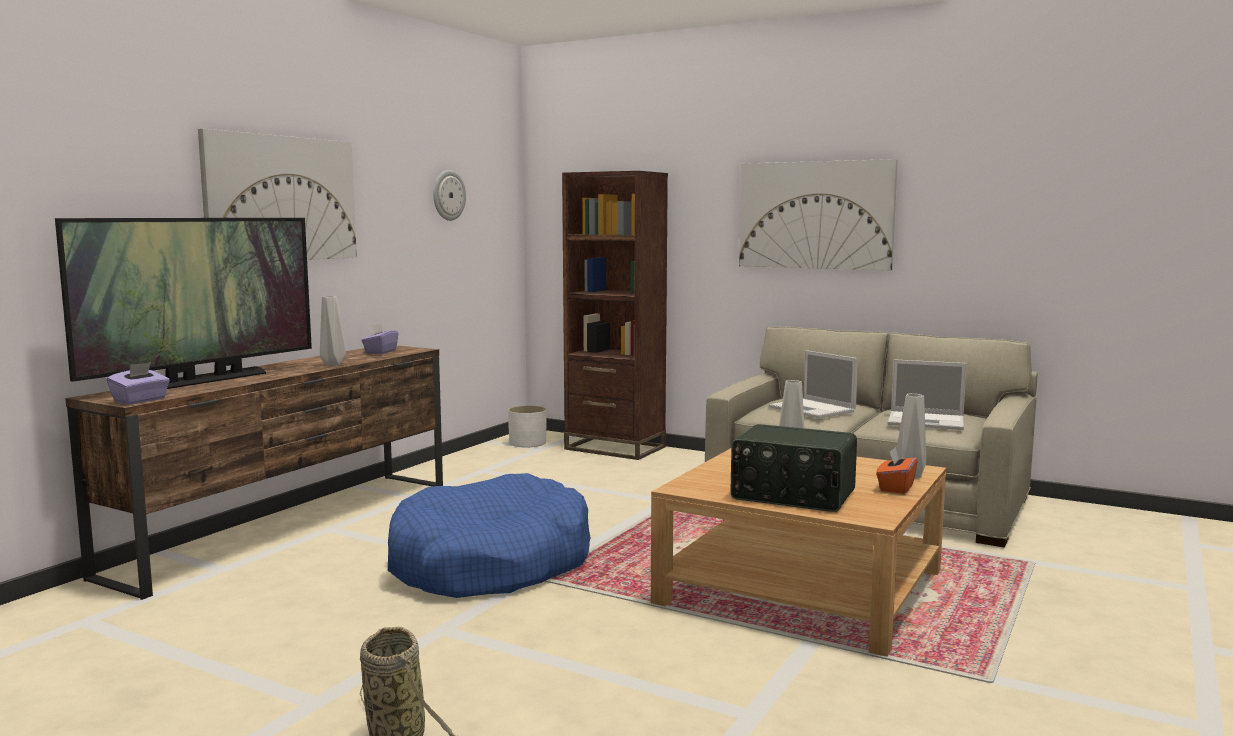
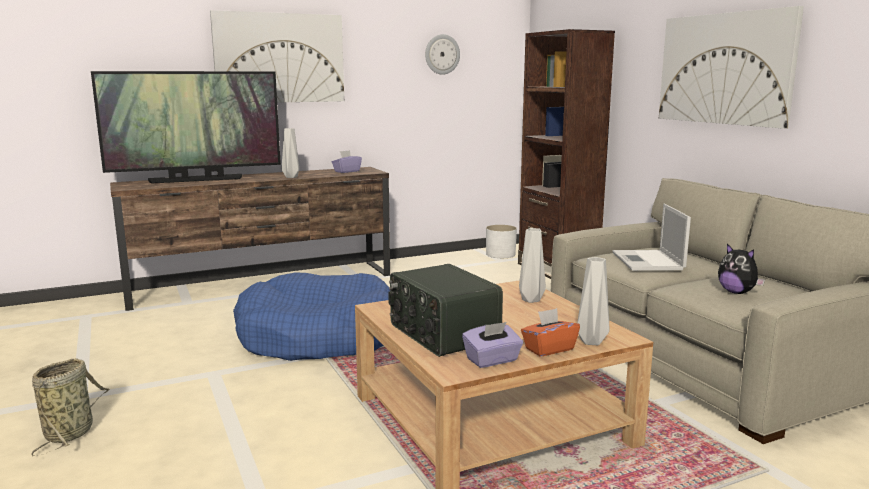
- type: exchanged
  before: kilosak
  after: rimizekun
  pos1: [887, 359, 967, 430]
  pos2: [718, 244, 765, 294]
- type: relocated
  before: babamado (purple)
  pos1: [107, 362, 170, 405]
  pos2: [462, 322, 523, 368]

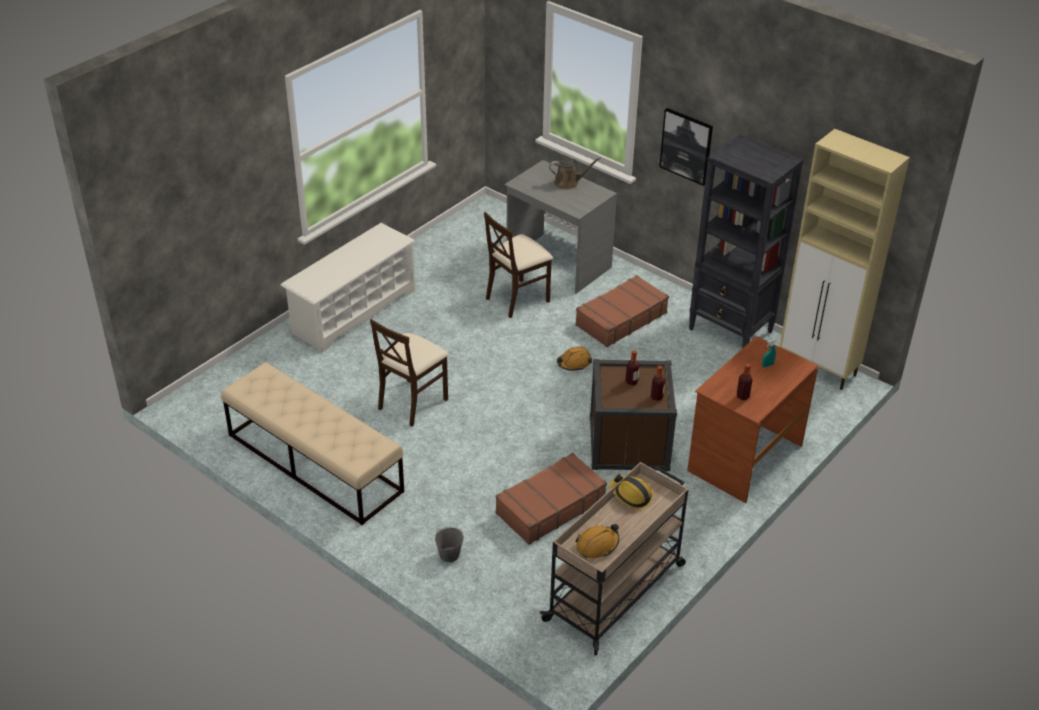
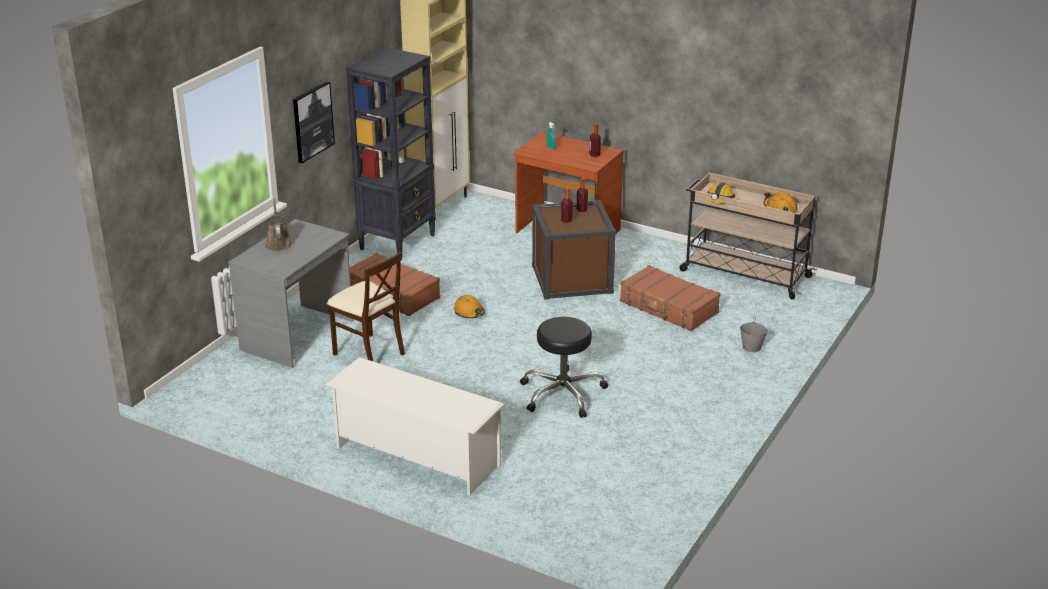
- type: exchanged
  before: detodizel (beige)
  after: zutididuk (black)
  pos1: [370, 319, 449, 427]
  pos2: [520, 317, 609, 418]
- type: missing
  before: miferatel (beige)
  pos1: [221, 362, 404, 525]

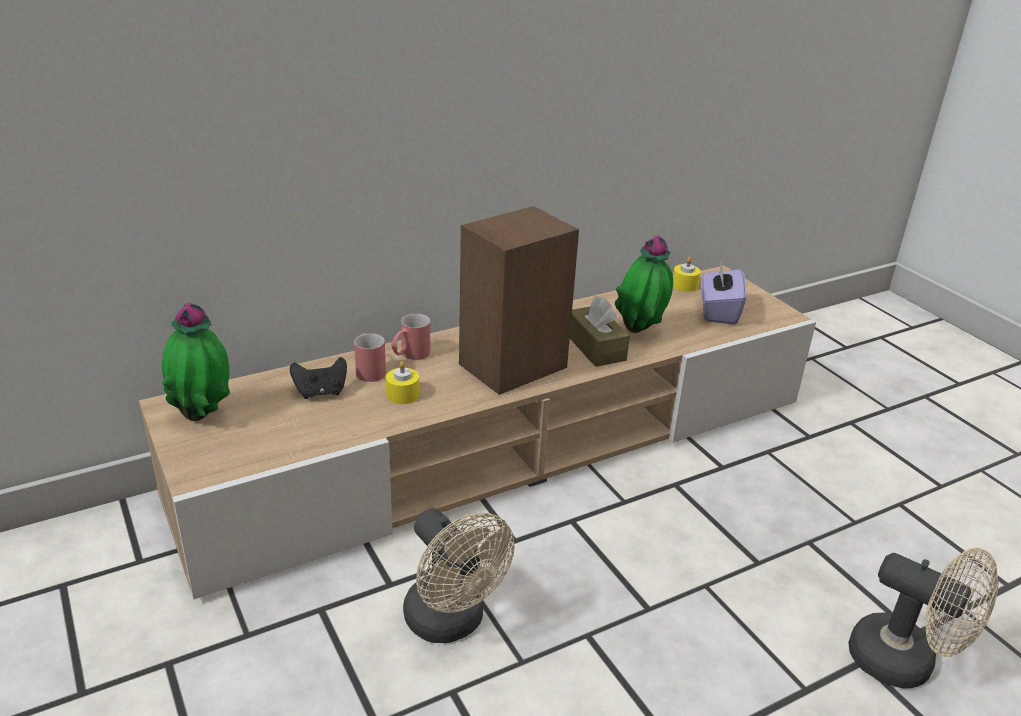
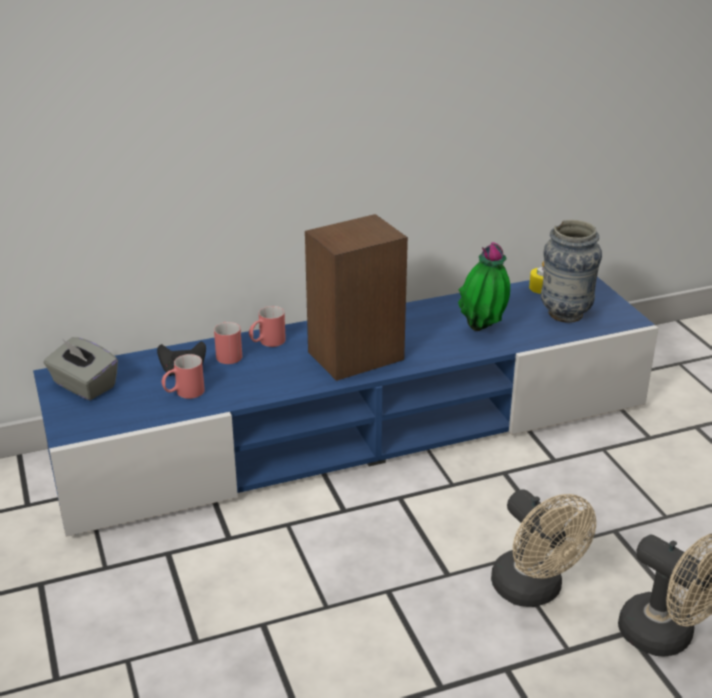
- type: exchanged
  before: babamado (purple)
  after: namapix
  pos1: [701, 260, 746, 325]
  pos2: [541, 220, 602, 323]
- type: colour
  before: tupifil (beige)
  after: tupifil (blue)
  pos1: [139, 266, 816, 599]
  pos2: [33, 277, 659, 537]
- type: missing
  before: babamado (brown)
  pos1: [570, 296, 630, 367]
- type: exchanged
  before: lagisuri
  after: babamado (grey)
  pos1: [162, 303, 230, 421]
  pos2: [44, 337, 118, 400]
- type: missing
  before: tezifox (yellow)
  pos1: [386, 361, 419, 404]
- type: relocated
  before: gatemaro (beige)
  pos1: [403, 508, 515, 643]
  pos2: [491, 489, 596, 607]
- type: appeared
  after: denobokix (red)
  pos2: [162, 354, 205, 399]

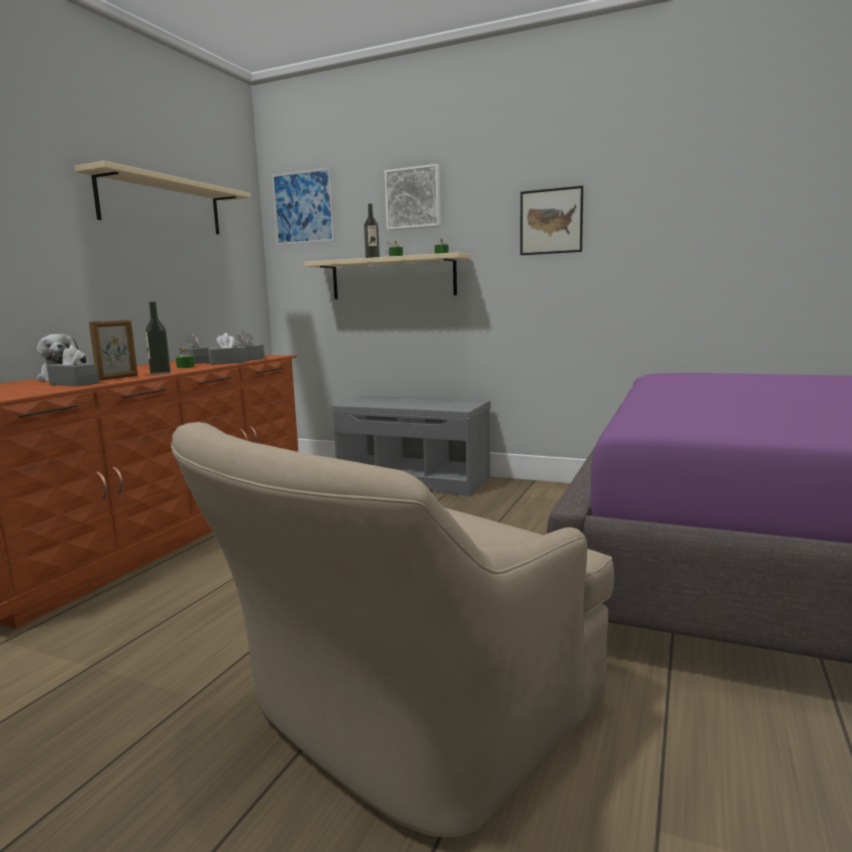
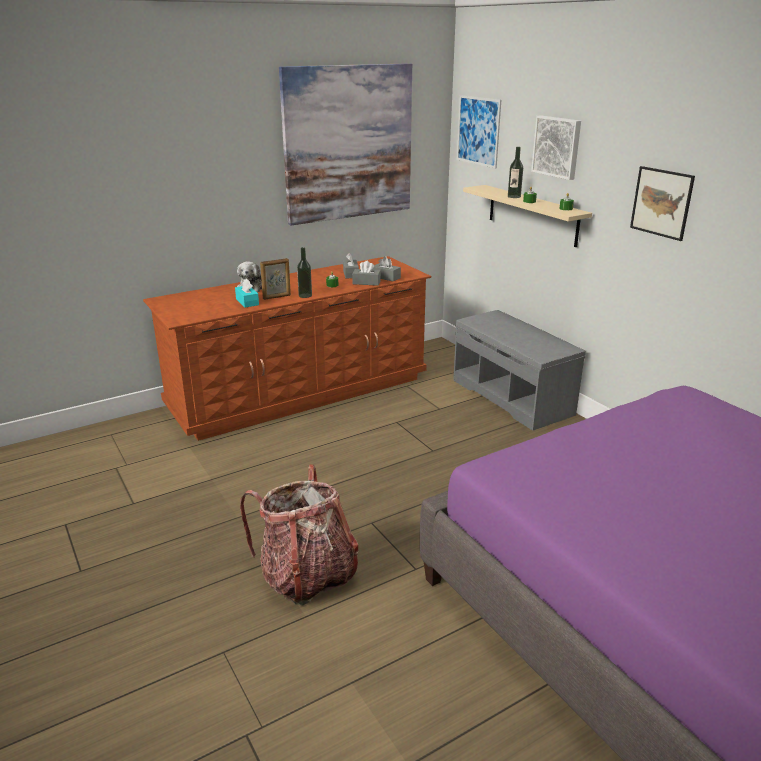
- type: exchanged
  before: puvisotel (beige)
  after: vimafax
  pos1: [74, 161, 251, 234]
  pos2: [279, 63, 412, 226]
- type: colour
  before: babamado (grey)
  after: babamado (turquoise)
  pos1: [47, 345, 99, 386]
  pos2: [235, 279, 259, 307]
- type: exchanged
  before: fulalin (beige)
  after: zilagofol
  pos1: [171, 422, 614, 838]
  pos2: [240, 464, 358, 606]

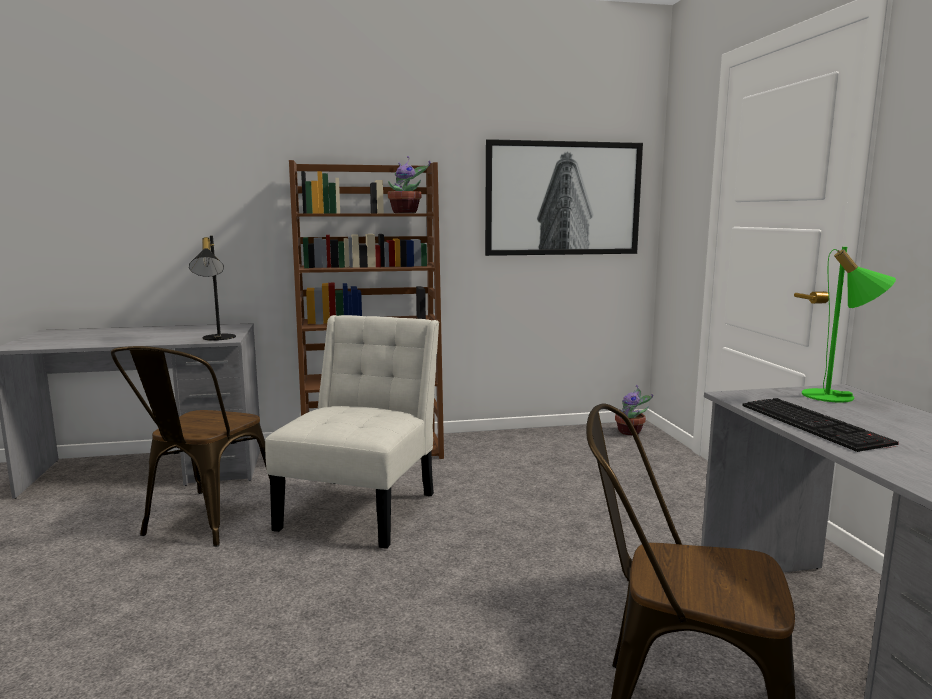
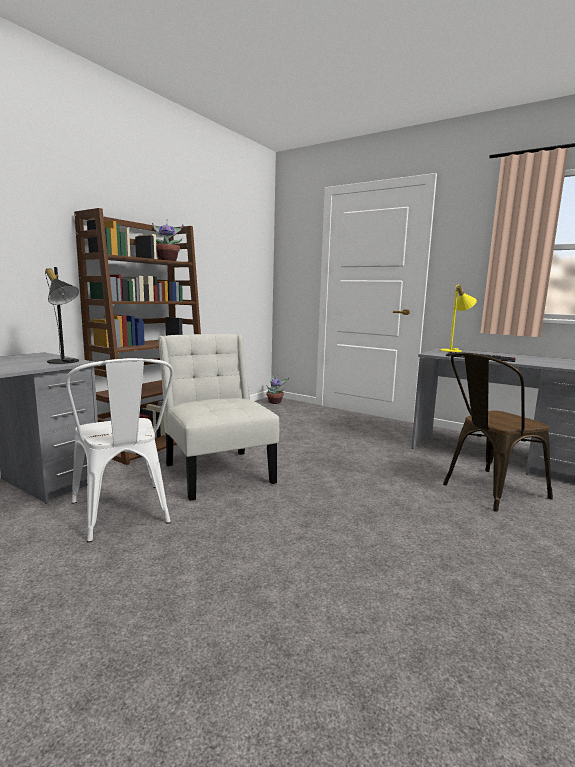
- type: missing
  before: vimafax
  pos1: [485, 139, 643, 256]
- type: colour
  before: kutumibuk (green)
  after: kutumibuk (yellow)
  pos1: [802, 247, 896, 403]
  pos2: [440, 284, 477, 352]
- type: colour
  before: detodizel (brown)
  after: detodizel (white)
  pos1: [111, 346, 270, 547]
  pos2: [66, 358, 174, 542]

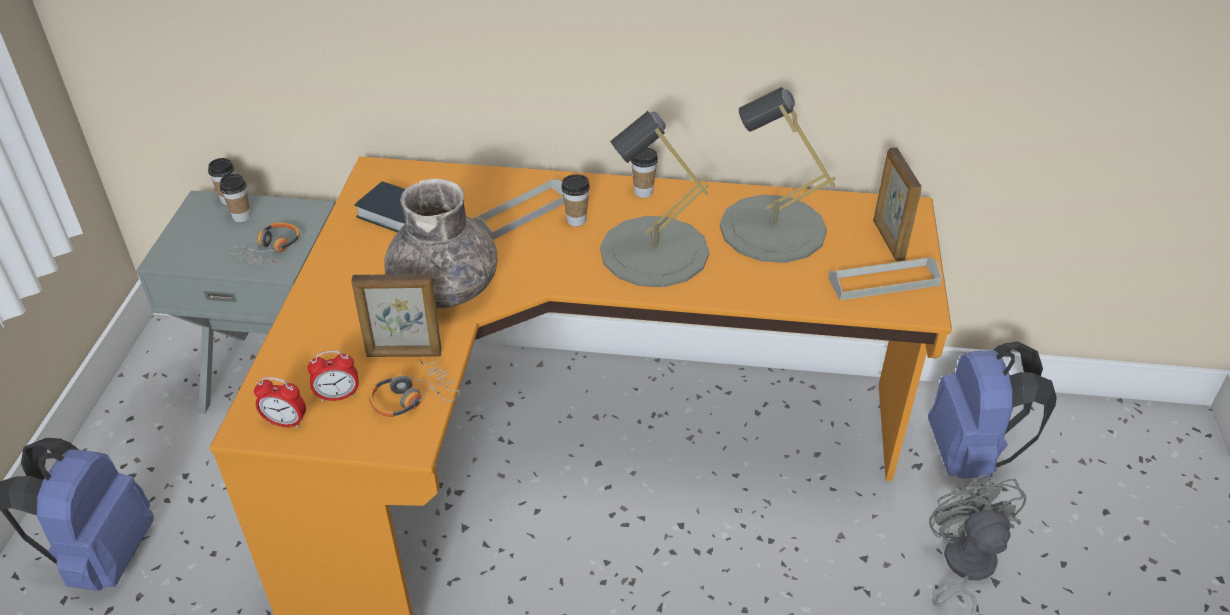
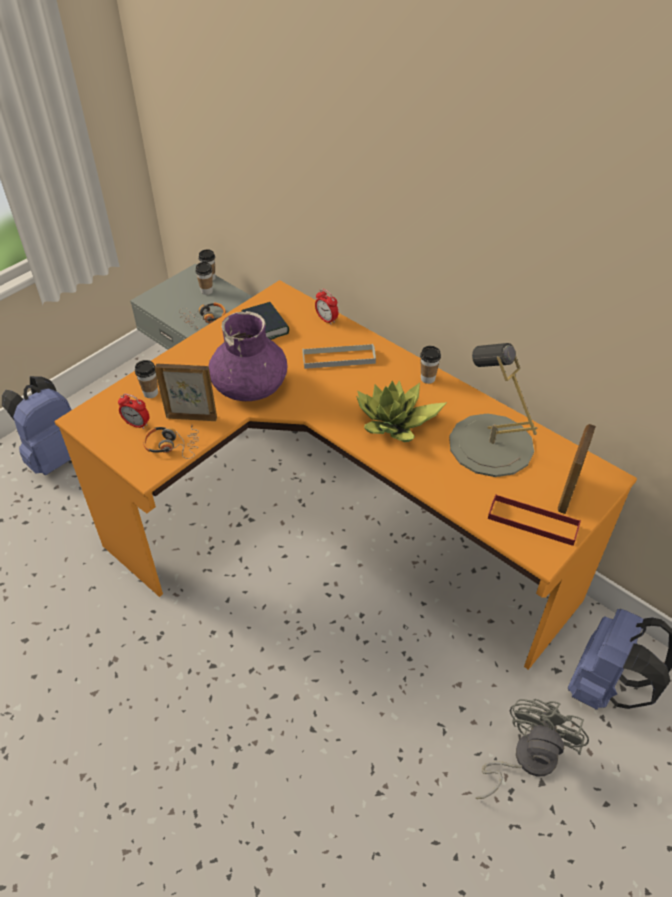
- type: exchanged
  before: kutumibuk (grey)
  after: lagisuri
  pos1: [600, 111, 709, 287]
  pos2: [356, 381, 447, 442]
- type: relocated
  before: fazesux
  pos1: [561, 175, 590, 226]
  pos2: [135, 360, 158, 398]
- type: colour
  before: namapix (grey)
  after: namapix (purple)
  pos1: [384, 179, 497, 309]
  pos2: [209, 311, 287, 401]
- type: colour
  before: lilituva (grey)
  after: lilituva (red)
  pos1: [828, 257, 942, 300]
  pos2: [488, 494, 581, 546]
- type: spun
  before: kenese
  pos1: [351, 274, 442, 357]
  pos2: [155, 364, 217, 421]
  turn: 150
- type: relocated
  before: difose
  pos1: [254, 377, 306, 428]
  pos2: [315, 289, 338, 325]

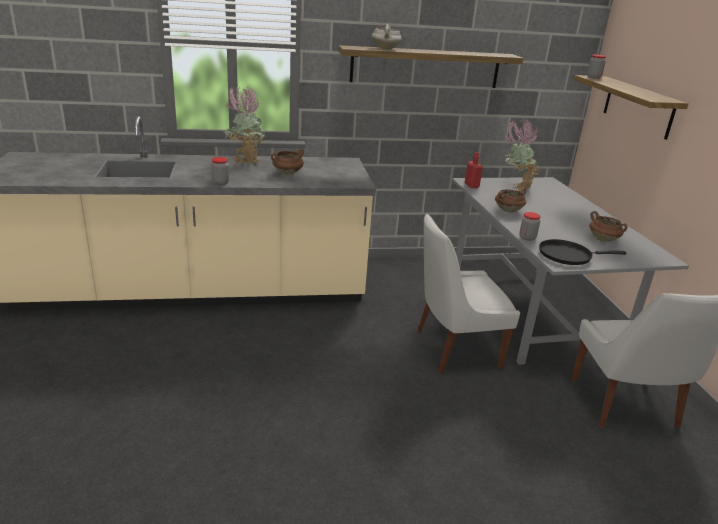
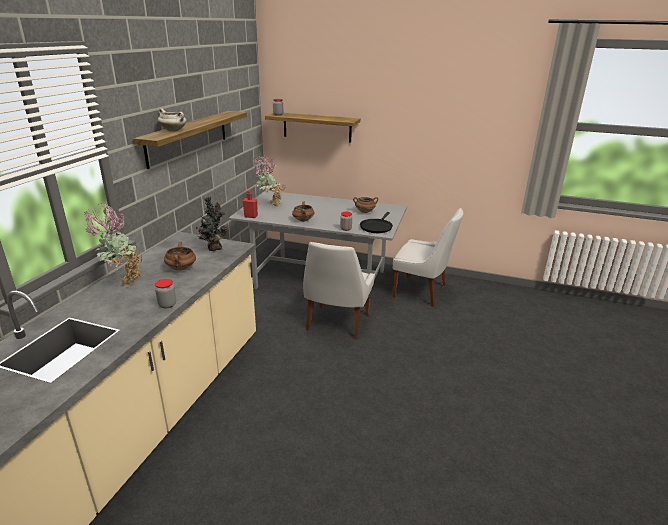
- type: appeared
  after: lagisuri
  pos2: [196, 196, 228, 251]

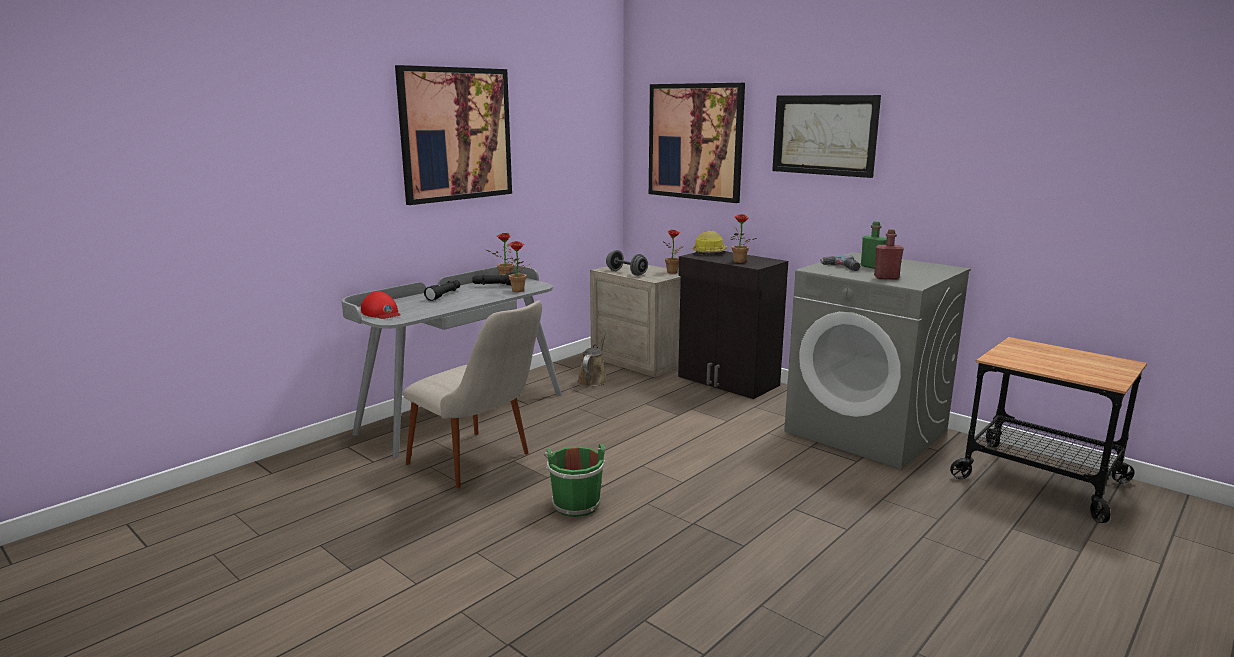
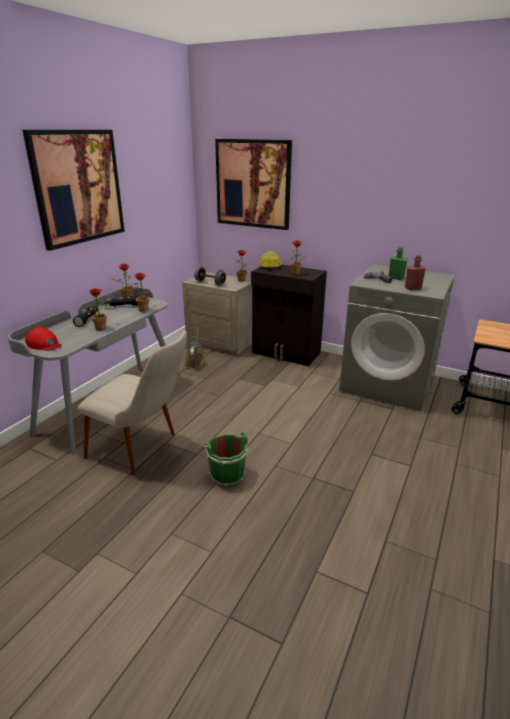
- type: missing
  before: vimafax
  pos1: [772, 95, 881, 178]
- type: appeared
  after: lagisuri
  pos2: [82, 289, 111, 330]

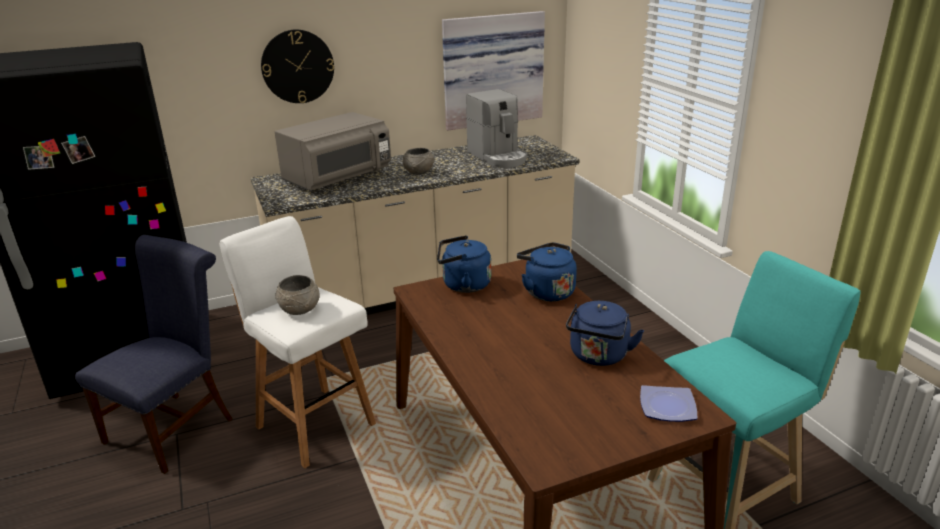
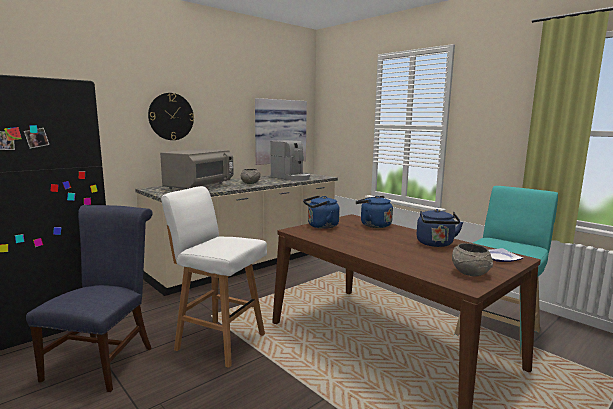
- type: relocated
  before: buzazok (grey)
  pos1: [275, 275, 320, 315]
  pos2: [452, 243, 493, 276]

